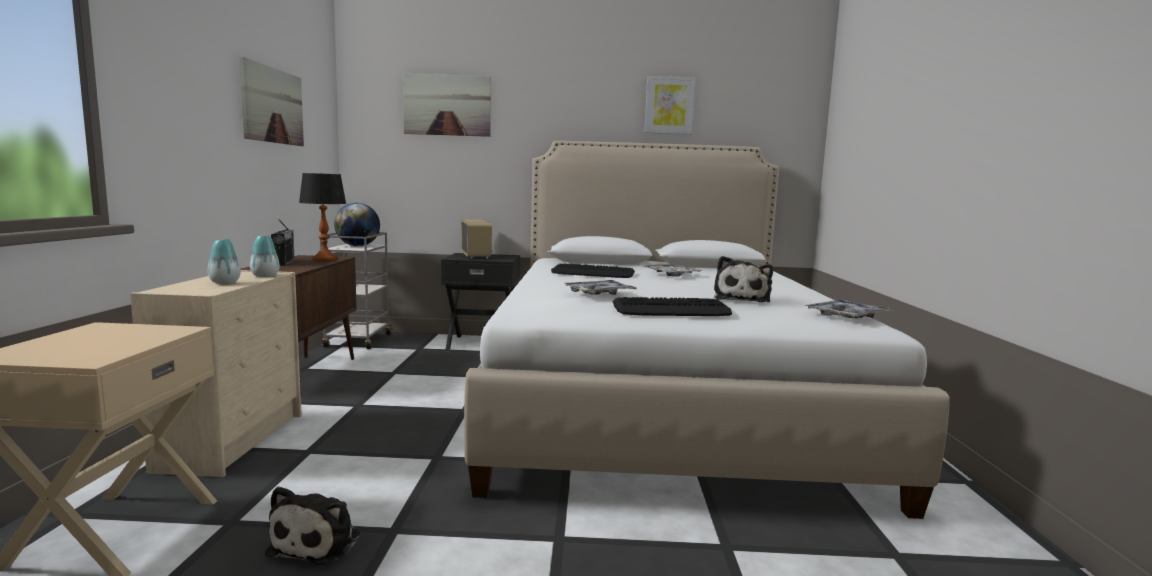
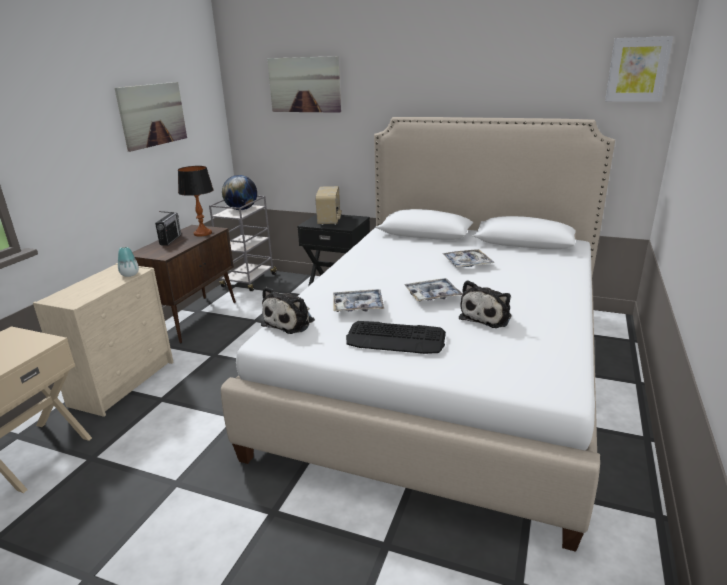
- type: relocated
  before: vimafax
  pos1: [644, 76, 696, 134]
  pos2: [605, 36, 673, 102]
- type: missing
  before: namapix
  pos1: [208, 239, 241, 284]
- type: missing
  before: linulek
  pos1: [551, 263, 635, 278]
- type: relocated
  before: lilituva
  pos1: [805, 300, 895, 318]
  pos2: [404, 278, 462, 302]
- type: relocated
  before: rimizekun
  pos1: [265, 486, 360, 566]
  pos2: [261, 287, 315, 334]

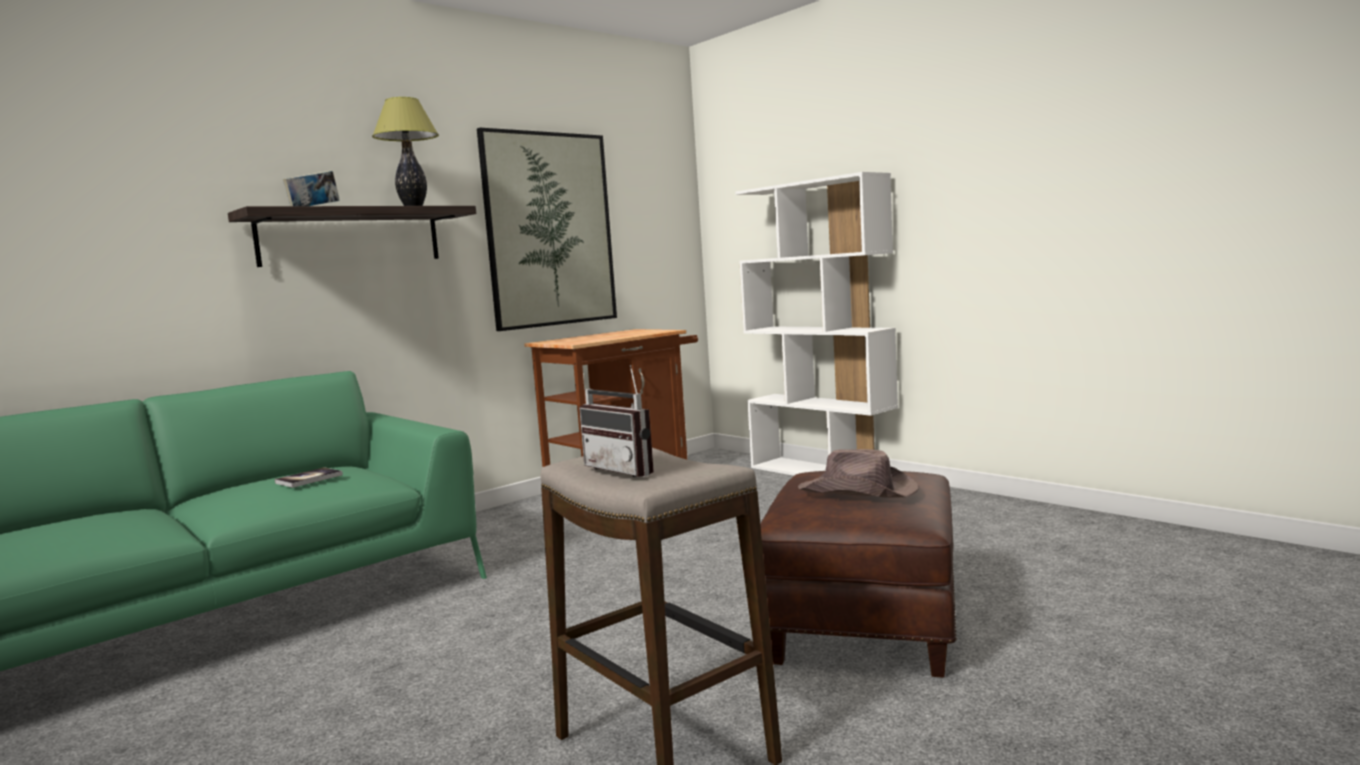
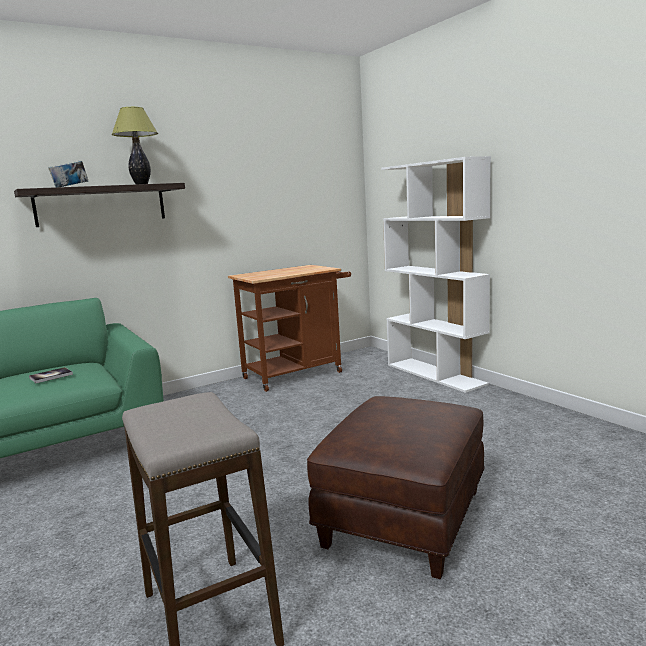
- type: missing
  before: vimafax
  pos1: [477, 128, 617, 331]
- type: missing
  before: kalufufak
  pos1: [579, 365, 654, 477]
- type: missing
  before: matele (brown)
  pos1: [798, 449, 919, 498]

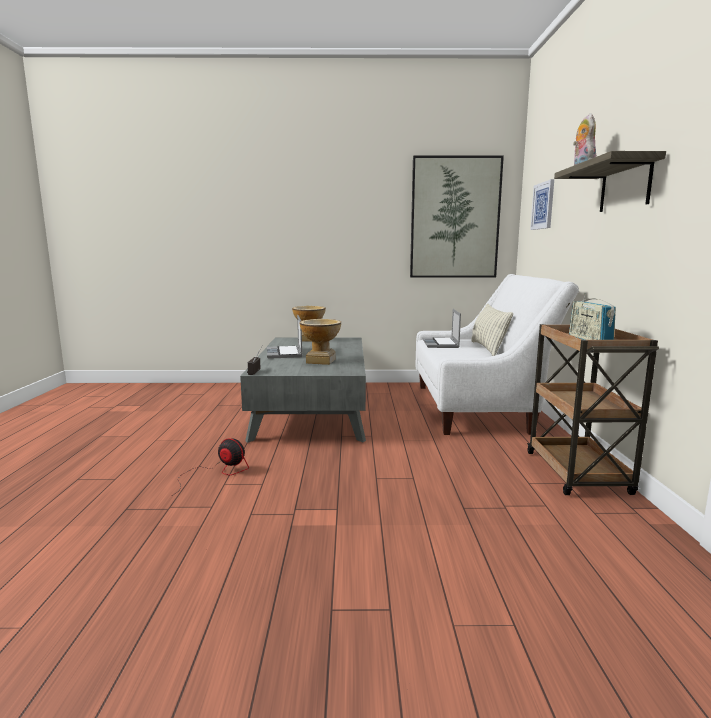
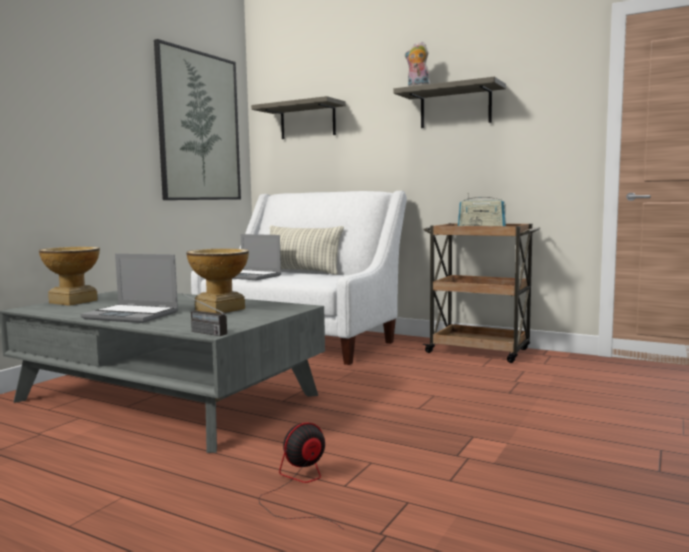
- type: exchanged
  before: vimafax
  after: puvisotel
  pos1: [530, 179, 554, 230]
  pos2: [251, 96, 346, 139]

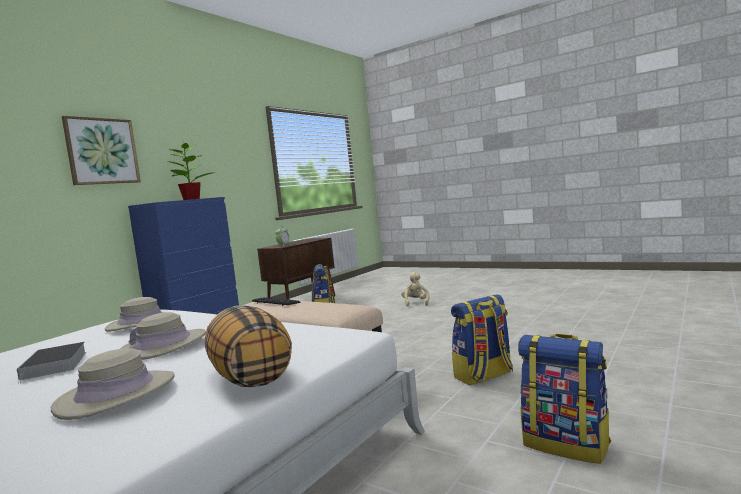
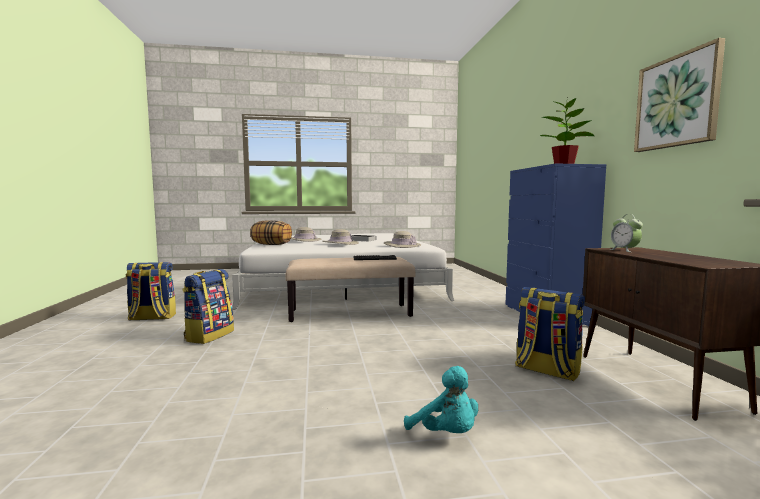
- type: relocated
  before: vimafax
  pos1: [62, 116, 141, 185]
  pos2: [634, 38, 725, 152]
- type: colour
  before: rimizekun (beige)
  after: rimizekun (turquoise)
  pos1: [401, 272, 430, 307]
  pos2: [404, 366, 478, 433]

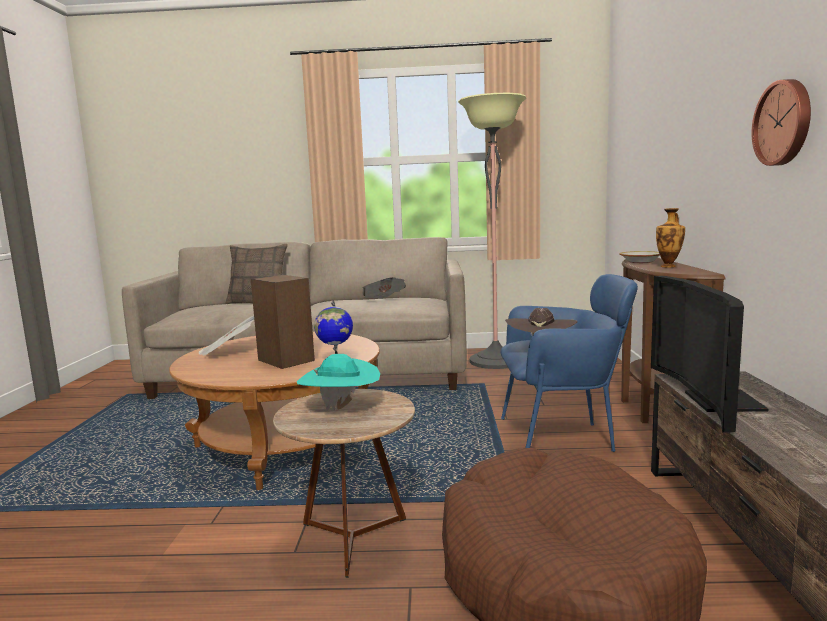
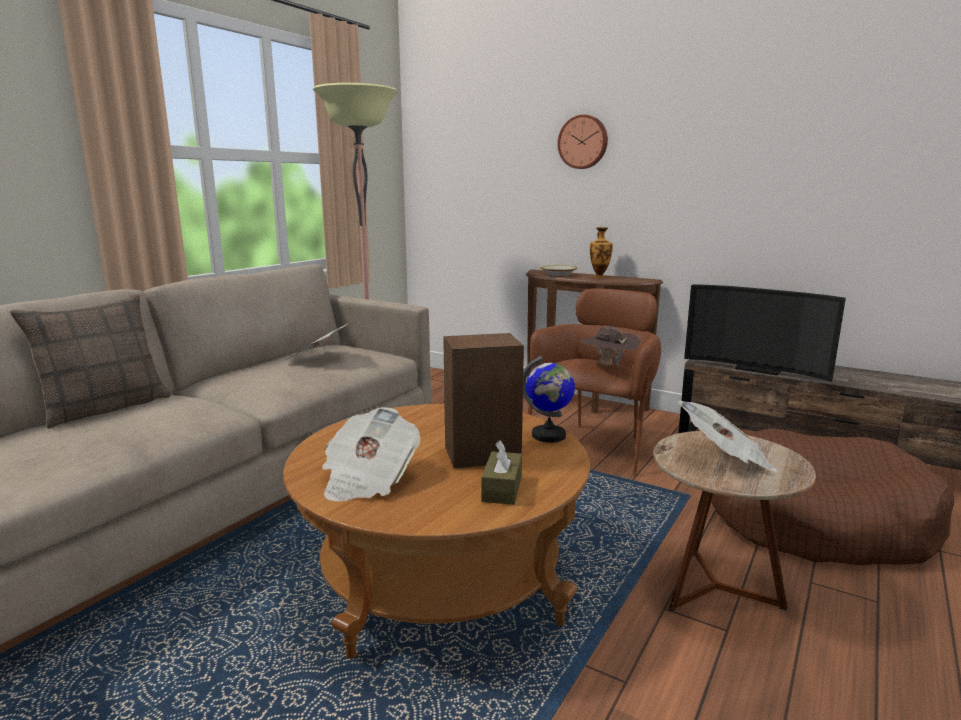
- type: relocated
  before: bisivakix
  pos1: [752, 79, 811, 166]
  pos2: [558, 114, 608, 169]
- type: colour
  before: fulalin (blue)
  after: fulalin (brown)
  pos1: [500, 274, 638, 452]
  pos2: [528, 288, 661, 476]
- type: exchanged
  before: matele (turquoise)
  after: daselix
  pos1: [297, 354, 380, 411]
  pos2: [678, 400, 779, 472]
- type: appeared
  after: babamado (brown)
  pos2: [481, 440, 522, 505]

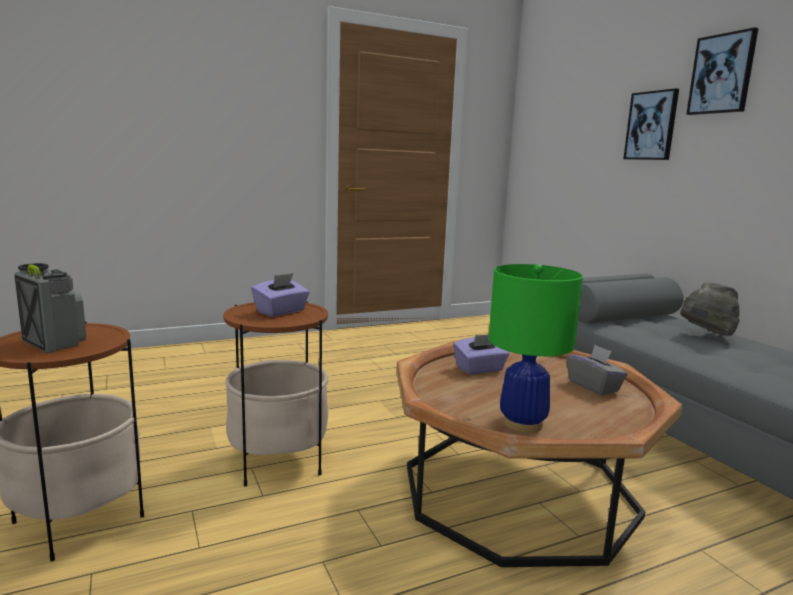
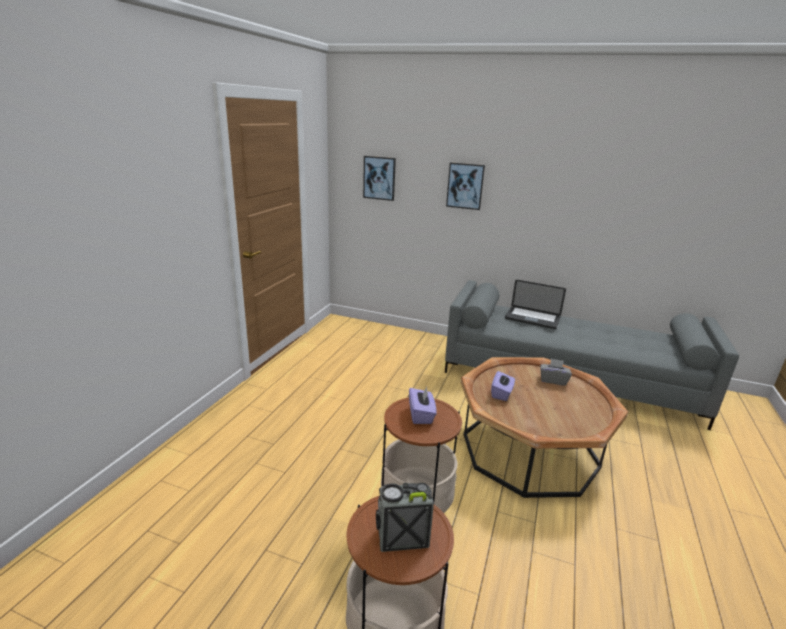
- type: relocated
  before: vimafax
  pos1: [686, 27, 758, 115]
  pos2: [363, 156, 396, 201]
- type: missing
  before: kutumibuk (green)
  pos1: [489, 264, 583, 433]
- type: exchanged
  before: matele (grey)
  after: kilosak
  pos1: [680, 283, 740, 336]
  pos2: [505, 280, 566, 329]

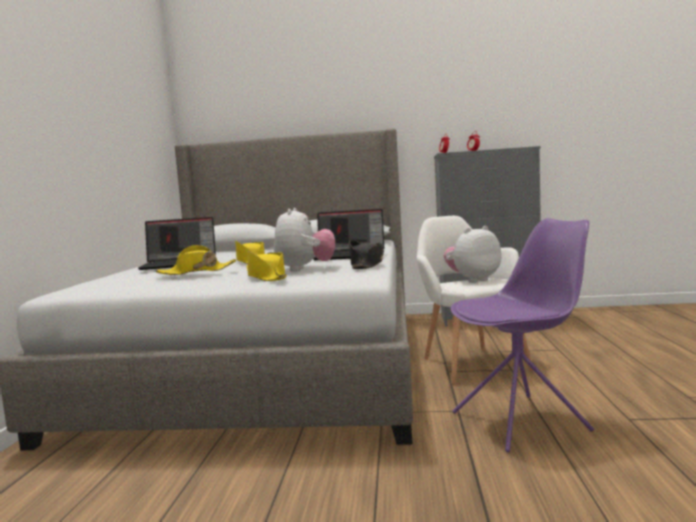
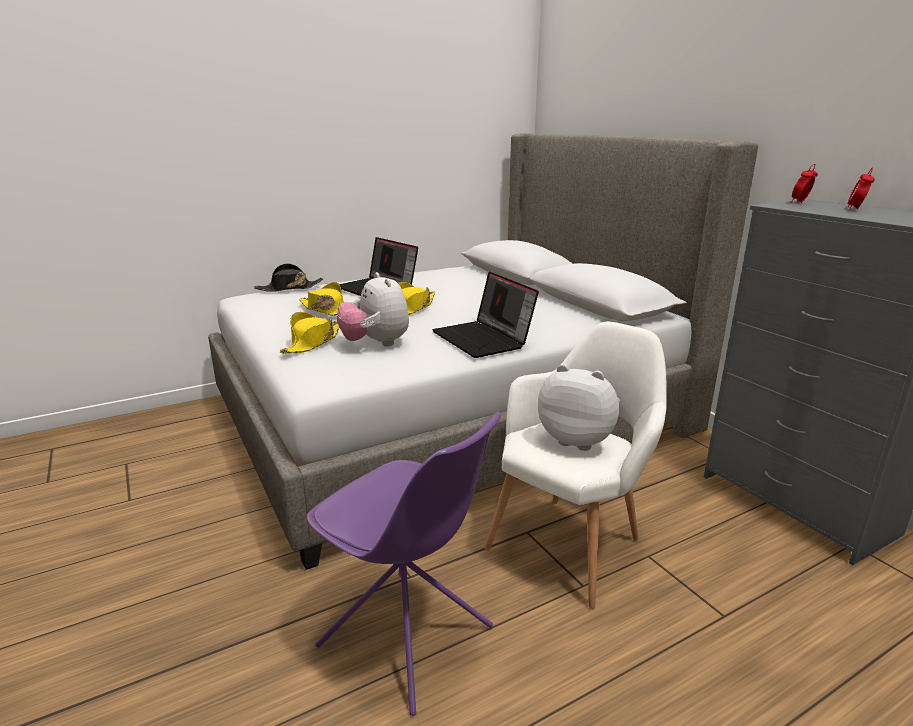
- type: spun
  before: rimizekun
  pos1: [274, 208, 335, 271]
  pos2: [337, 272, 409, 347]
  turn: 90
- type: relocated
  before: matele (black)
  pos1: [349, 240, 383, 269]
  pos2: [254, 263, 323, 292]

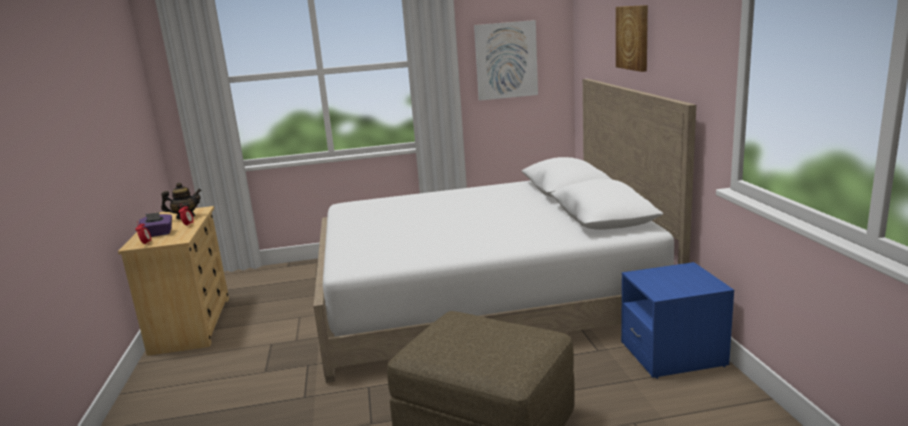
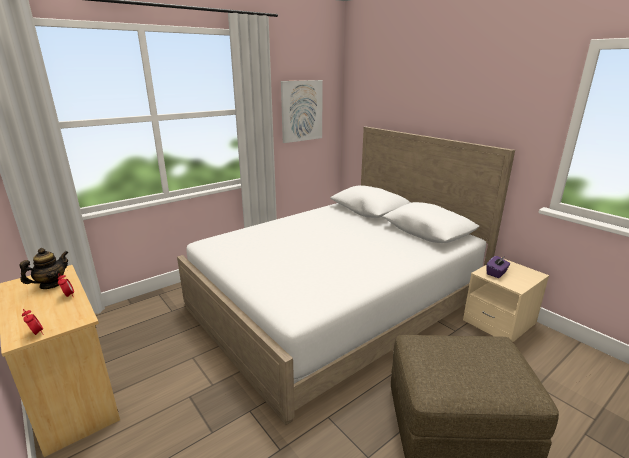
- type: missing
  before: vimafax
  pos1: [616, 5, 648, 72]
- type: relocated
  before: babamado (purple)
  pos1: [139, 212, 172, 237]
  pos2: [486, 256, 511, 278]
- type: colour
  before: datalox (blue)
  after: datalox (beige)
  pos1: [621, 262, 734, 379]
  pos2: [463, 257, 549, 342]

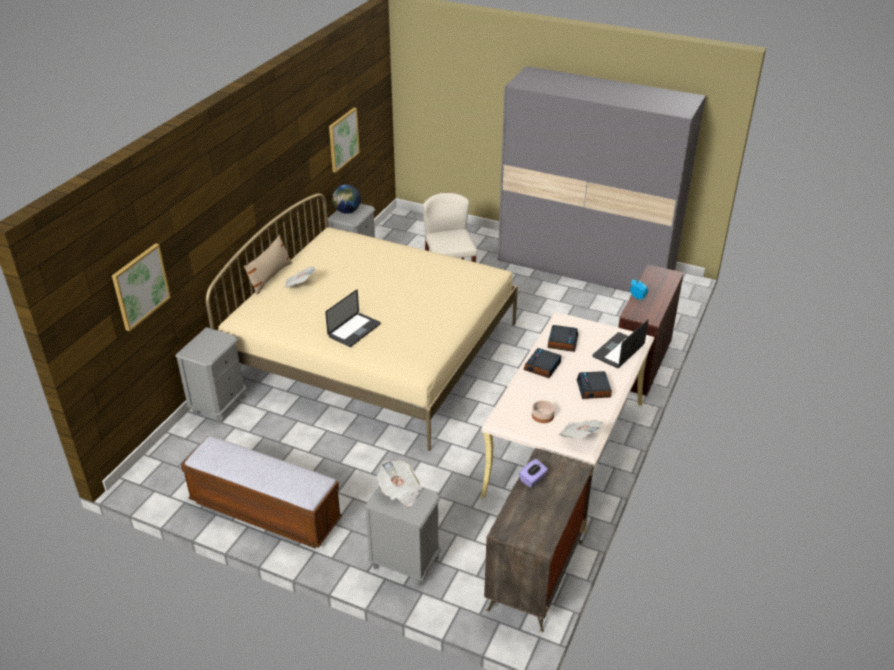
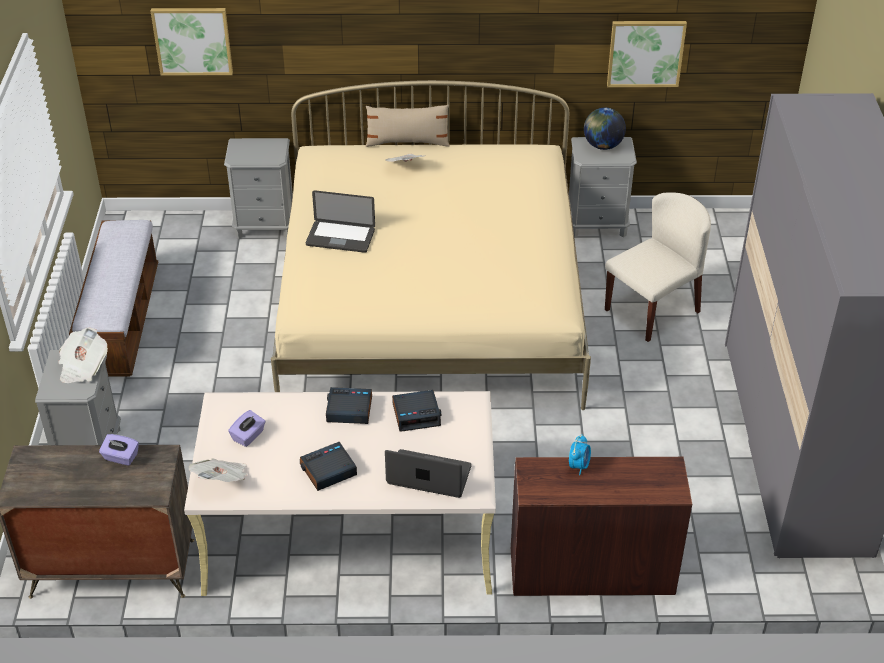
- type: exchanged
  before: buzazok
  after: babamado (purple)
  pos1: [532, 400, 555, 423]
  pos2: [228, 410, 266, 447]

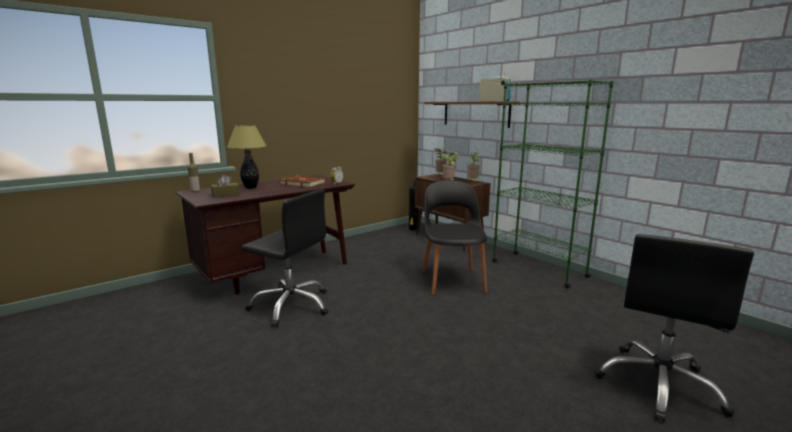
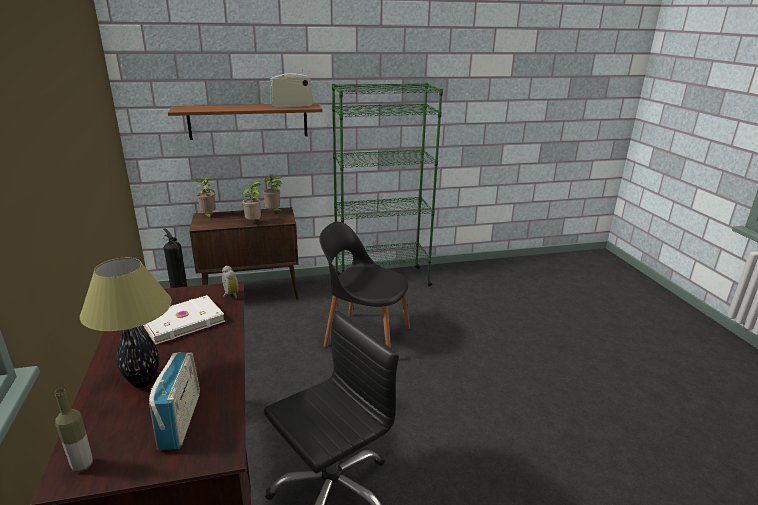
- type: exchanged
  before: babamado (brown)
  after: kalufufak
  pos1: [211, 175, 240, 198]
  pos2: [149, 352, 200, 450]
- type: colour
  before: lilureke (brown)
  after: lilureke (white)
  pos1: [280, 176, 326, 188]
  pos2: [143, 295, 225, 345]
- type: missing
  before: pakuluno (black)
  pos1: [594, 234, 754, 422]

